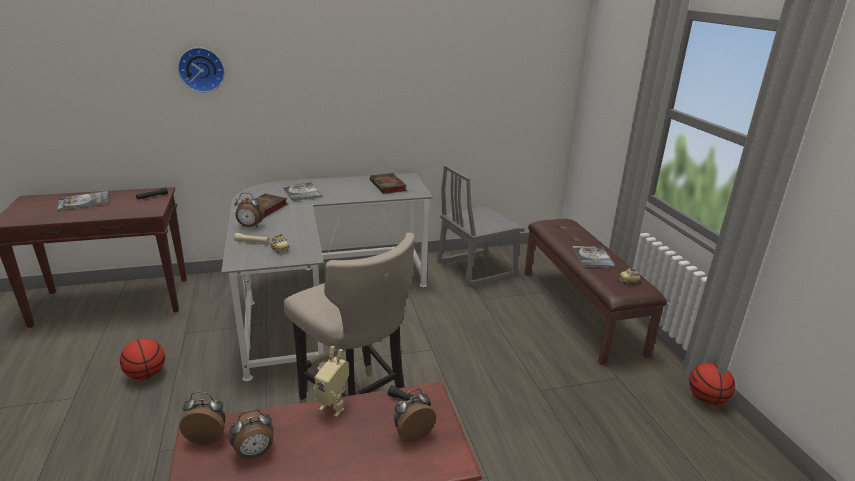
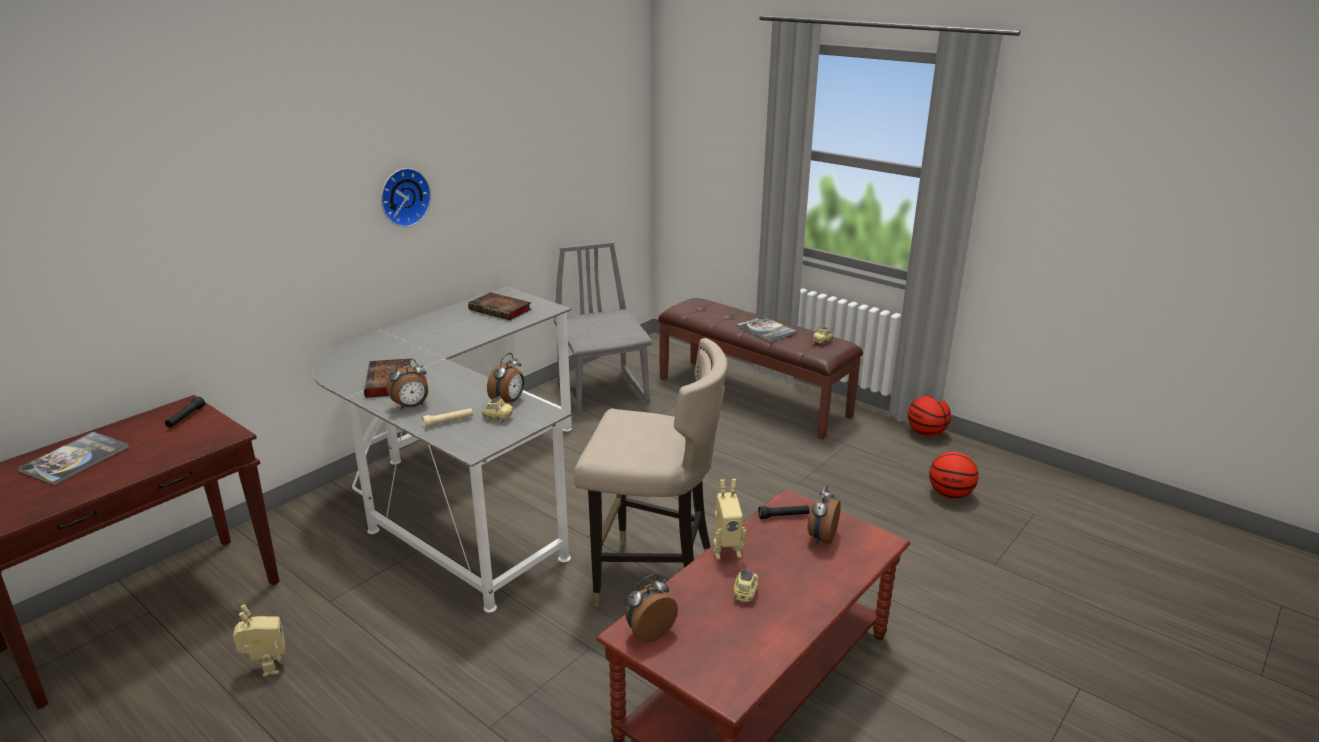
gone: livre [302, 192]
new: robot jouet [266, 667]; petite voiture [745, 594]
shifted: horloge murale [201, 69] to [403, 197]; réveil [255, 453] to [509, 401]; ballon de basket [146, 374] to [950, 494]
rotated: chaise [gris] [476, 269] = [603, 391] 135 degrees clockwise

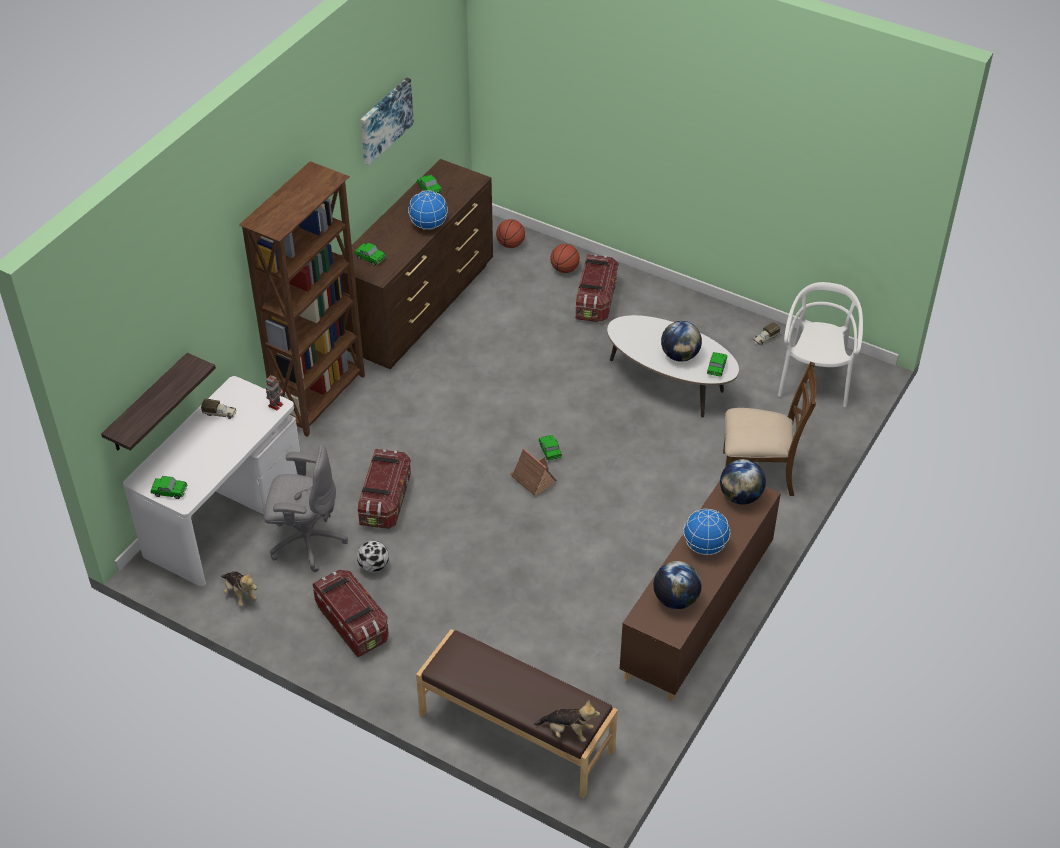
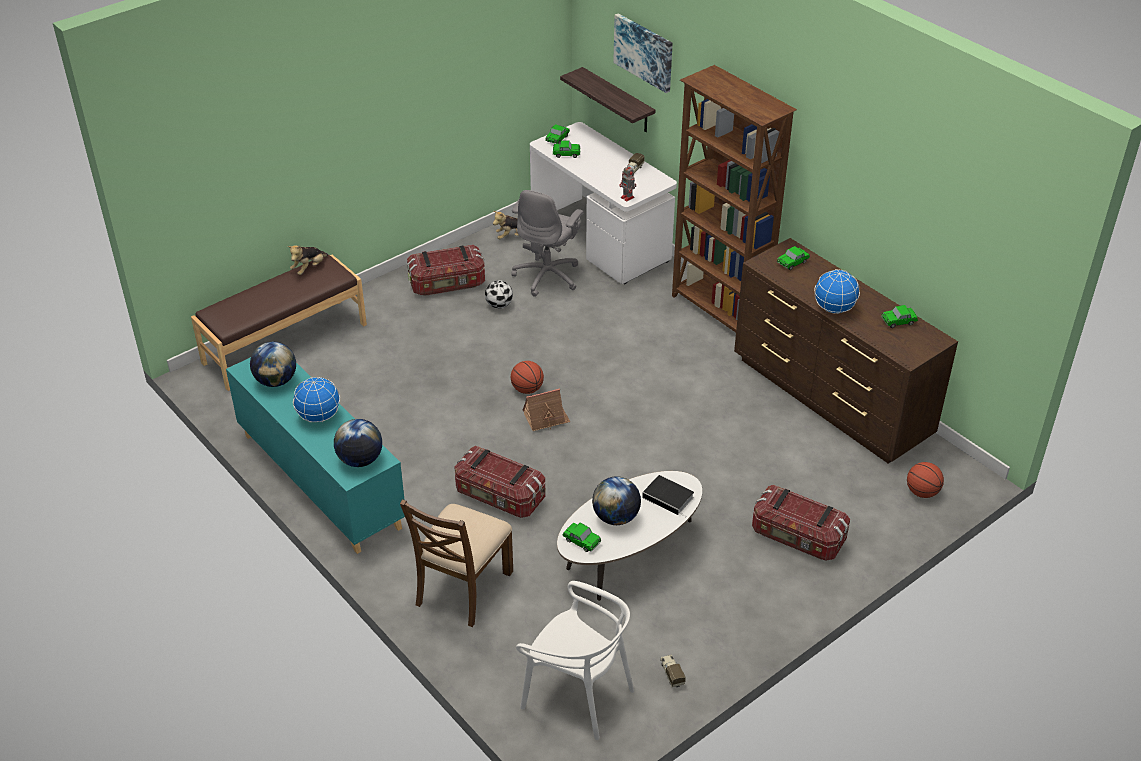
new: livre [669, 498]
shifted: peluche [567, 731] to [309, 268]; boîte de rangement [385, 501] to [499, 497]; ballon de basket [564, 269] to [527, 389]; petite voiture [550, 451] to [566, 154]; tableau [385, 120] to [644, 52]
repainted: meuble de rangement [marron] [697, 614] to meuble de rangement [turquoise] [320, 480]

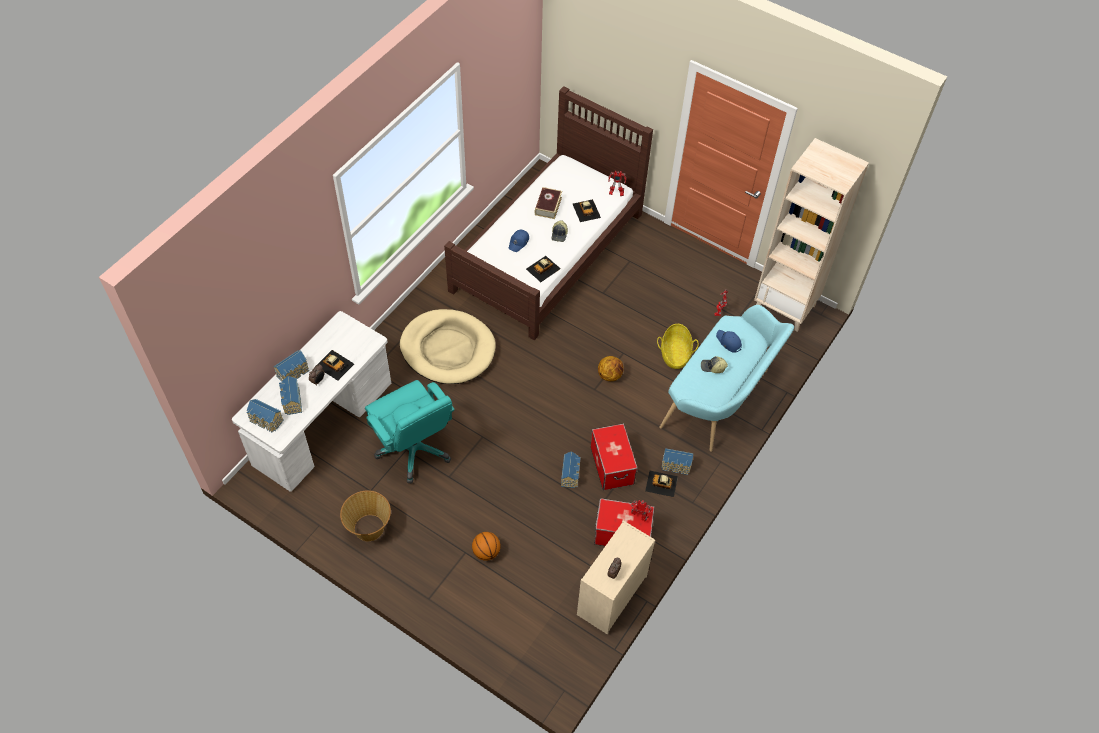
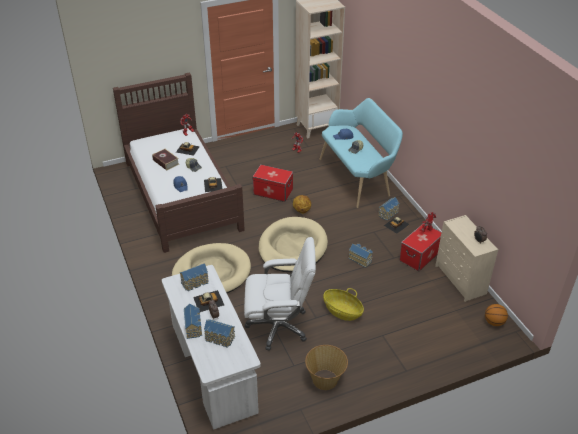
new: panier pour chien [beige] [292, 247]
shifted: maison miniature [266, 421] to [195, 283]; boîte de rangement [612, 465] to [273, 191]; panier [675, 354] to [342, 311]; ballon de basket [486, 552] to [494, 322]
repainted: chaise de bureau [turquoise] [414, 449] to chaise de bureau [blanc] [279, 326]

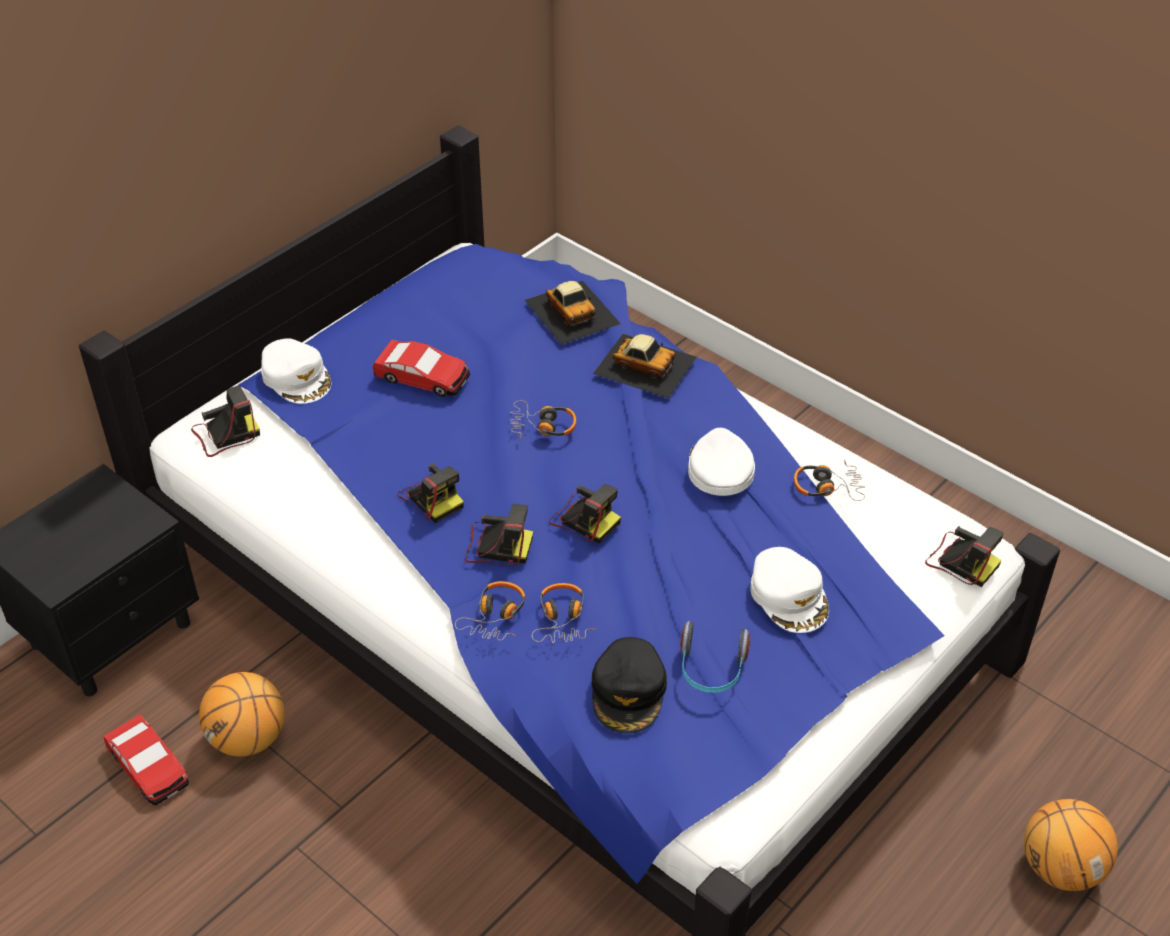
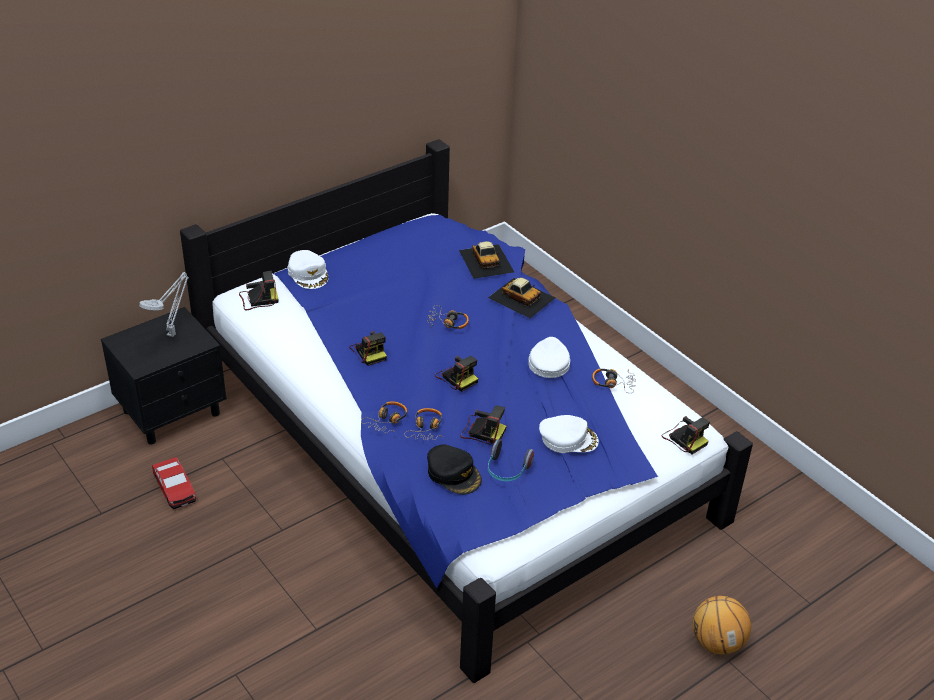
gone: ballon de basket [248, 739]; petite voiture [422, 377]
new: lampe de table [gris] [172, 334]
shifted: appareil photo [496, 546] to [482, 431]
rotated: casquette [noir] [629, 691] = [454, 473] 60 degrees counterclockwise; casquette [blanc] [789, 596] = [568, 438] 75 degrees counterclockwise

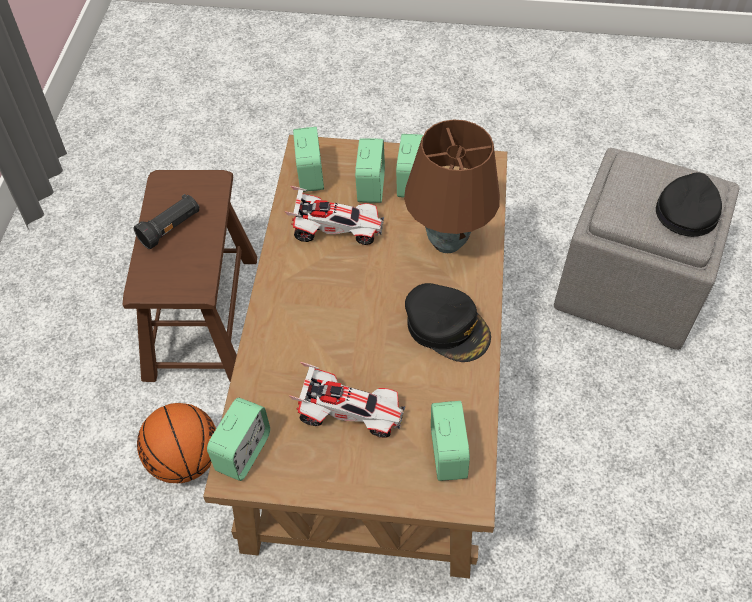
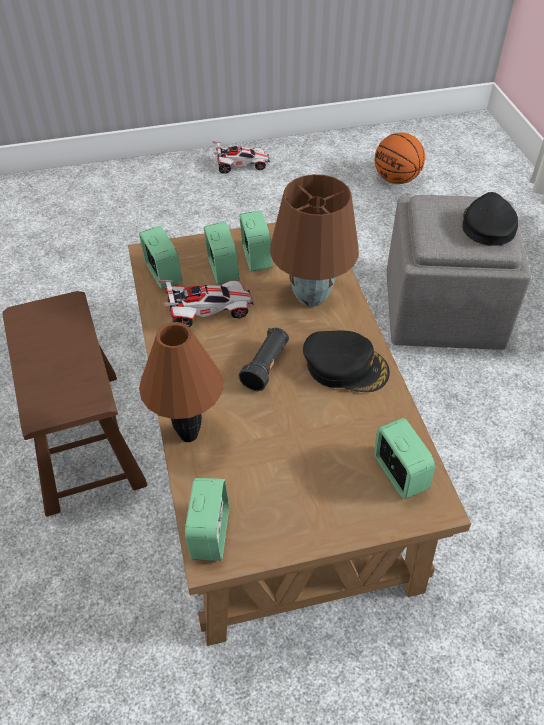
new: lampe de table [marron] [189, 434]
shifted: petite voiture [349, 413] to [241, 166]; lampe de poche [noir] [171, 228] to [266, 366]; ballon de basket [185, 460] to [396, 179]

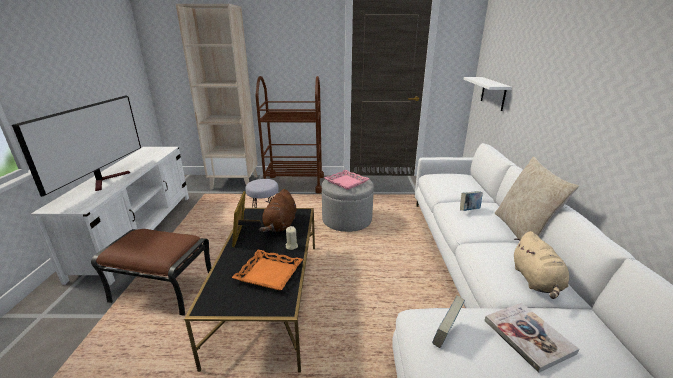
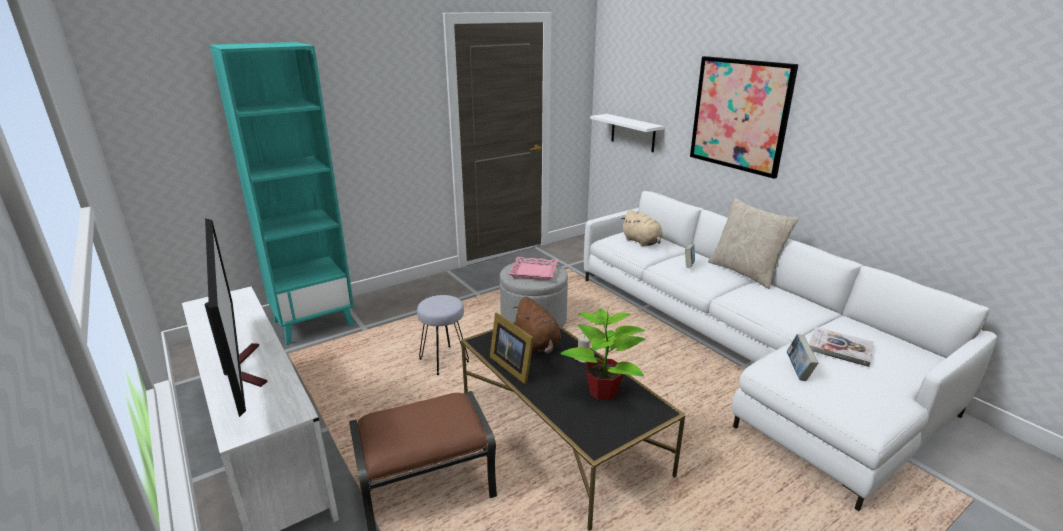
gone: chariot [marron] [294, 184]
new: tableau [739, 115]
shifted: peluche [beige] [536, 281] to [642, 242]
swapped: plateau [orange] [269, 274] to plante en pot [604, 391]
repainted: bibliothèque [beige] [235, 182] to bibliothèque [turquoise] [314, 322]

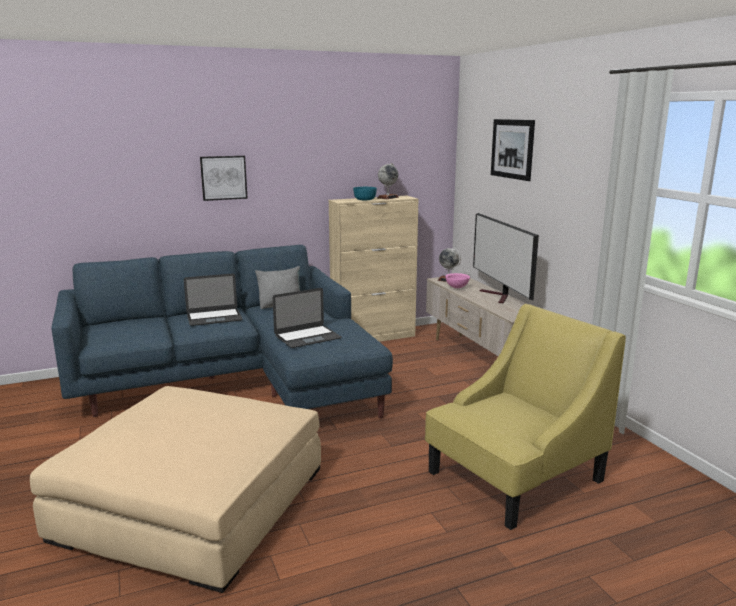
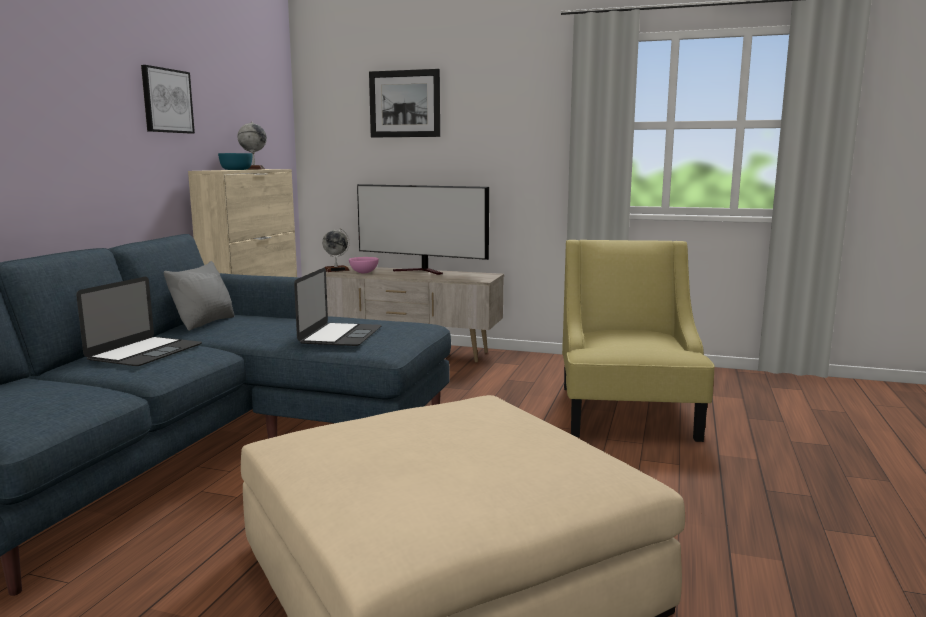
shifted: tableau [223, 177] to [166, 101]

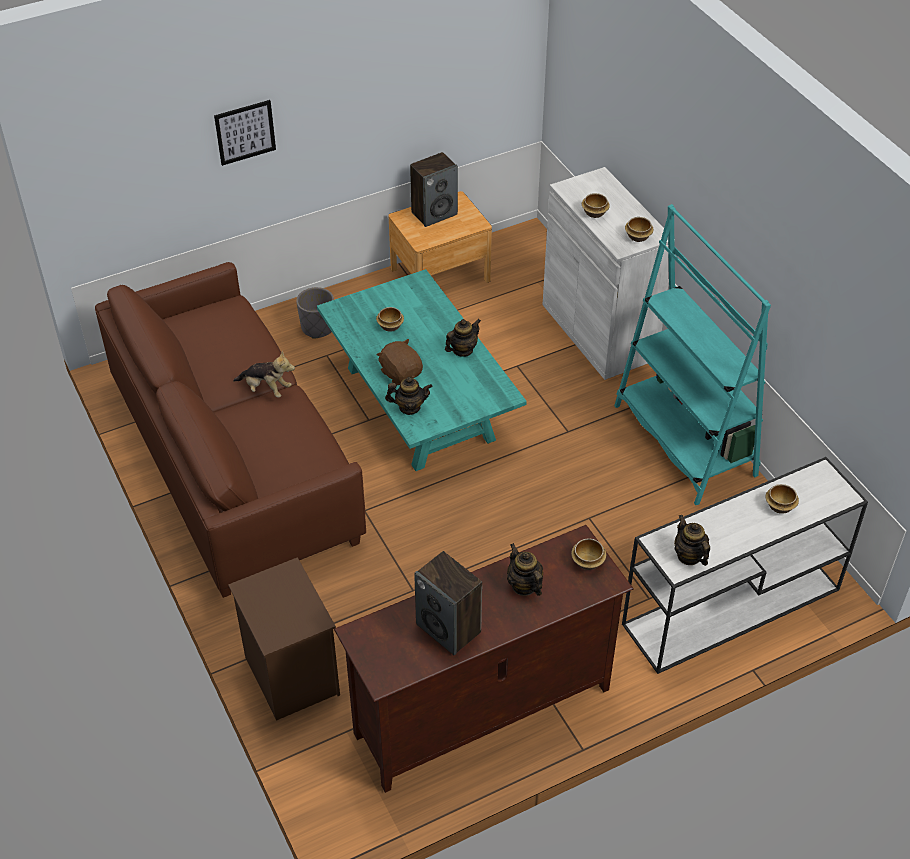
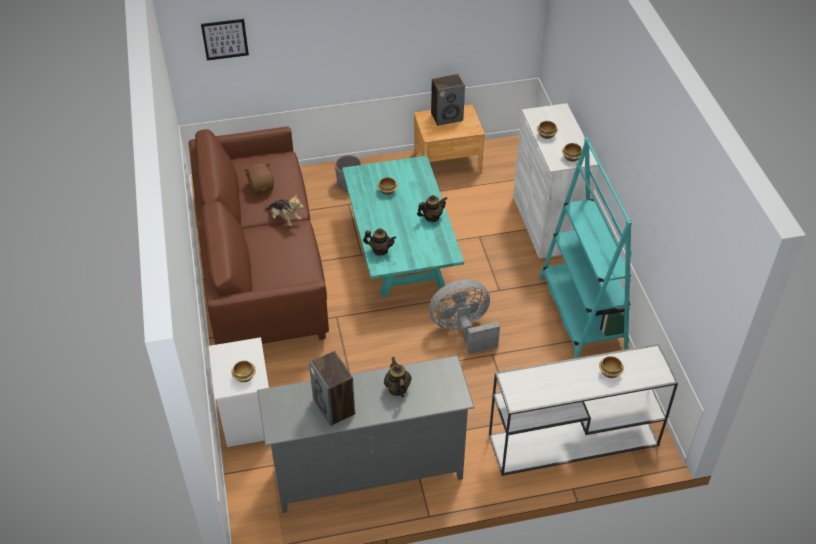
gone: théière [689, 556]
new: ventilateur [gris] [463, 330]
shifted: tableau [245, 132] to [225, 39]; bol [588, 562] to [245, 377]; peluche [marron] [401, 373] to [261, 186]
repainted: table de chevet [marron] [289, 674] to table de chevet [blanc] [247, 418]; meuble télé [marron] [482, 712] to meuble télé [gris] [368, 474]

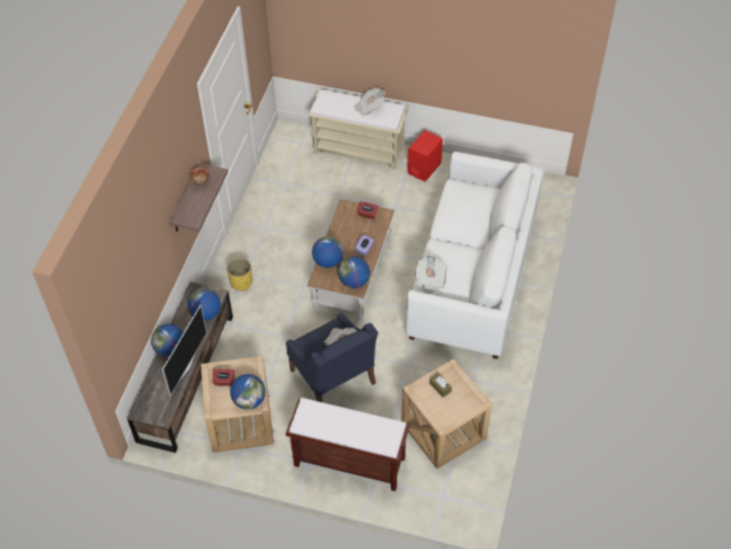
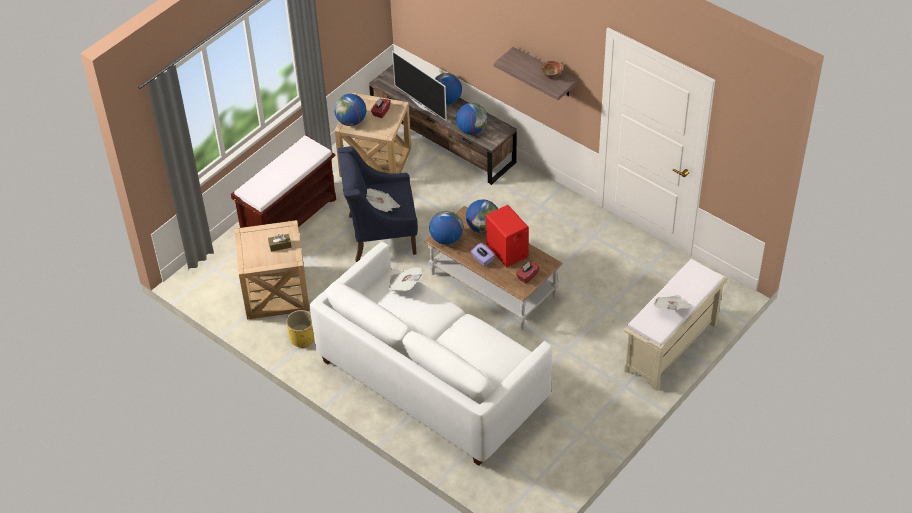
shifted: cache-pot [jaune] [241, 282] to [302, 338]; enceinte [rouge] [424, 168] to [507, 251]

